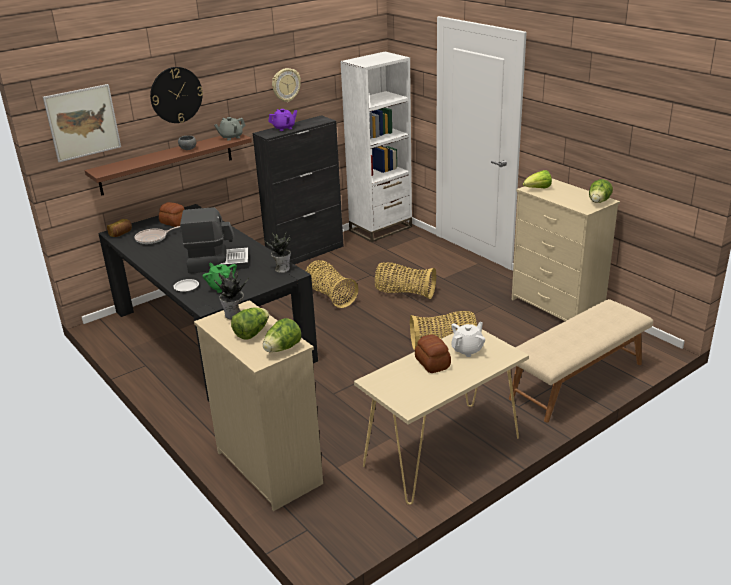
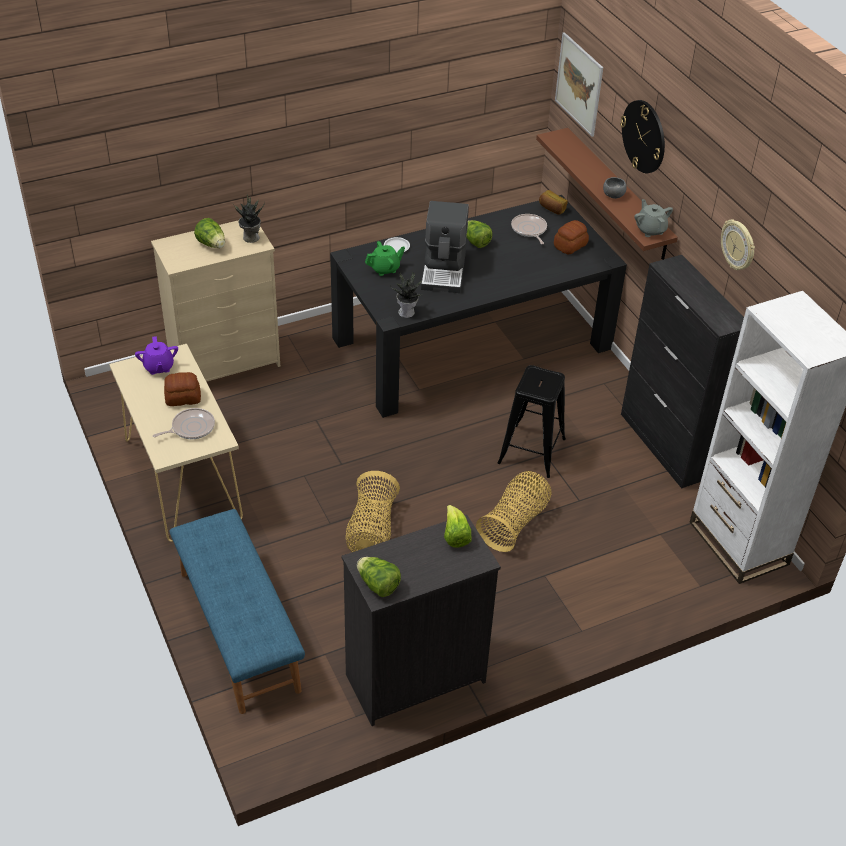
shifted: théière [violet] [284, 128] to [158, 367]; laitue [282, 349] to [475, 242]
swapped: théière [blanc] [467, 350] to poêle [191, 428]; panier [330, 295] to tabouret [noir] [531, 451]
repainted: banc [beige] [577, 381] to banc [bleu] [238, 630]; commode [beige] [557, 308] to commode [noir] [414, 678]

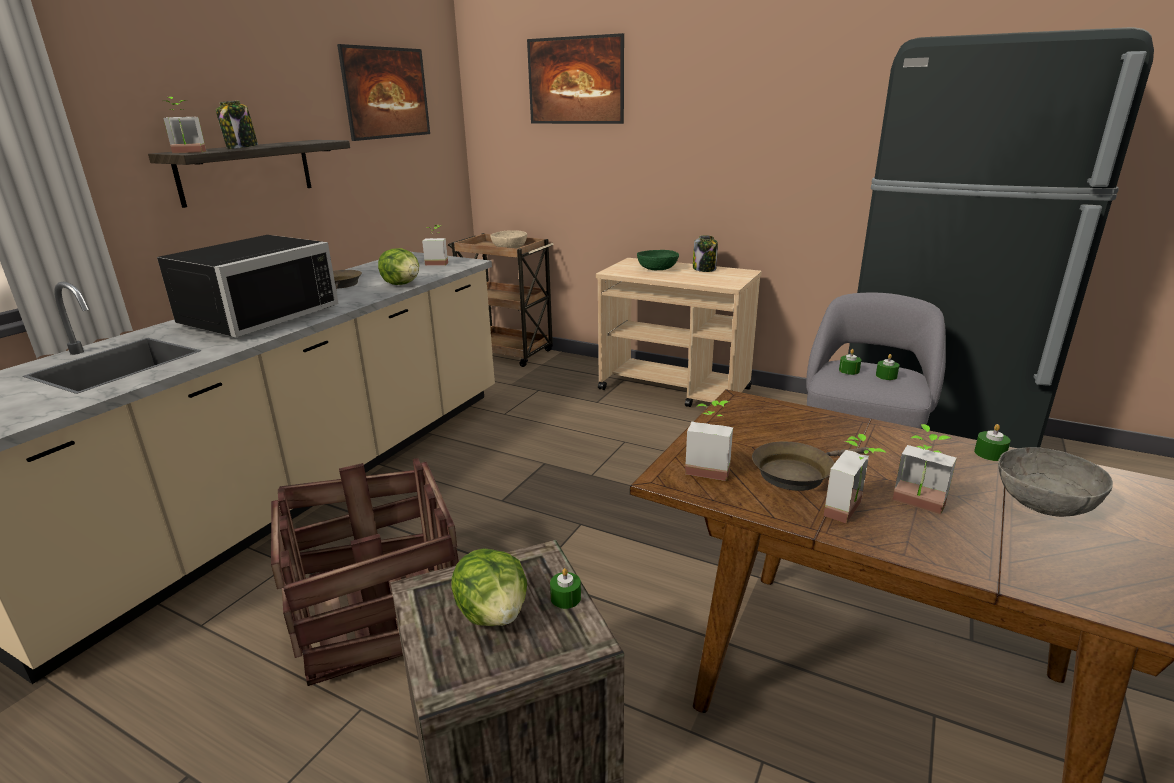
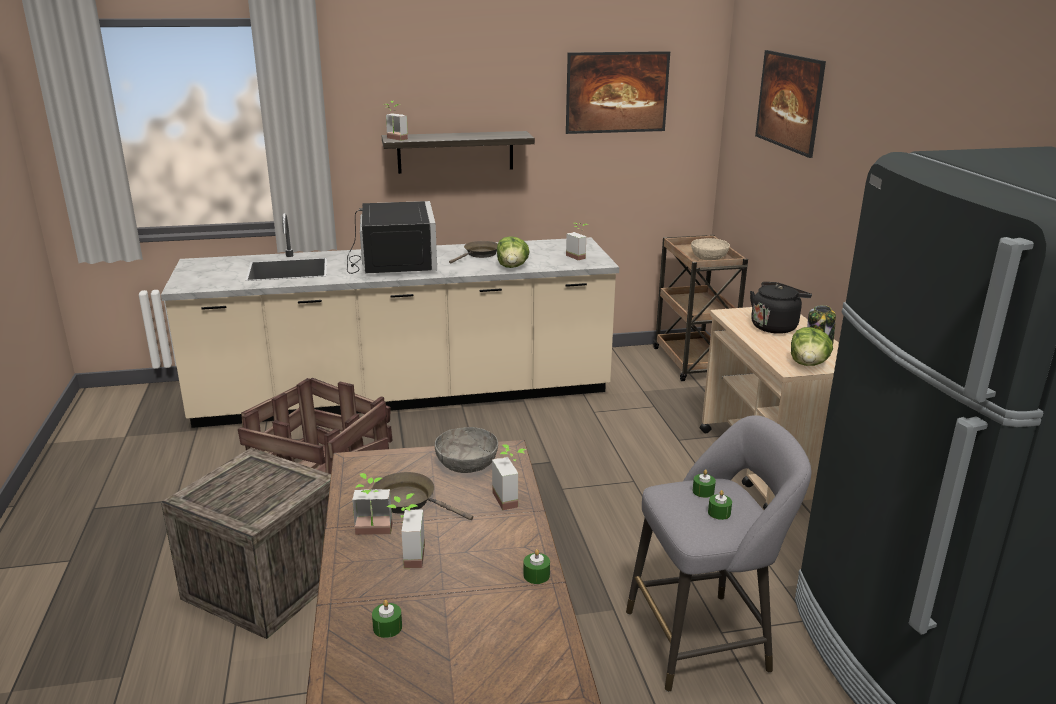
gone: bocal [242, 147]
shifted: bougie [vert] [565, 598] to [387, 627]; bol [gris] [1044, 502] to [466, 464]; plante en pot [709, 468] to [511, 498]; laitue [493, 613] to [808, 364]
swapped: bol [vert] [657, 269] to bouilloire [noir] [775, 326]
rotated: micro-ondes [noir] [255, 315] = [392, 261] 90 degrees counterclockwise

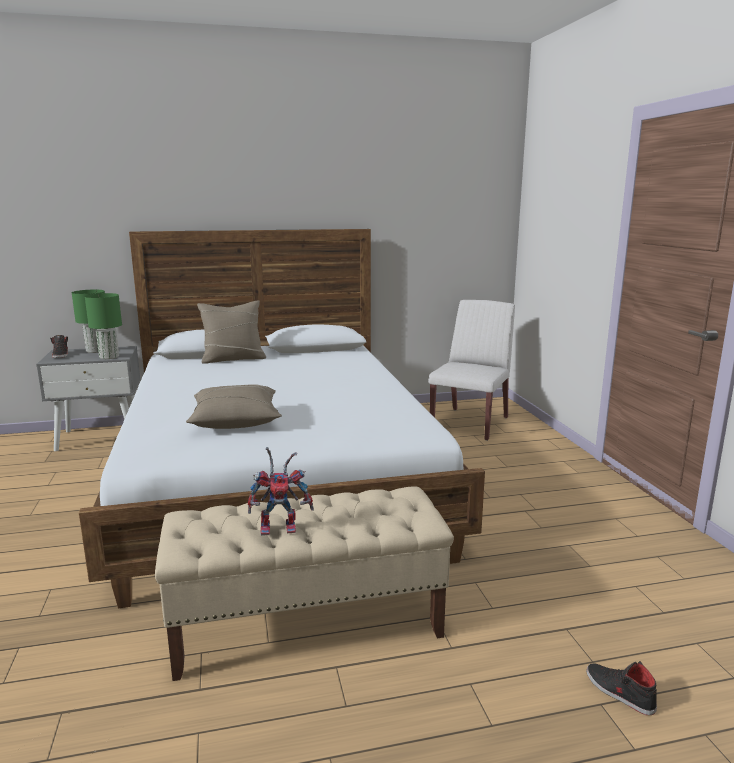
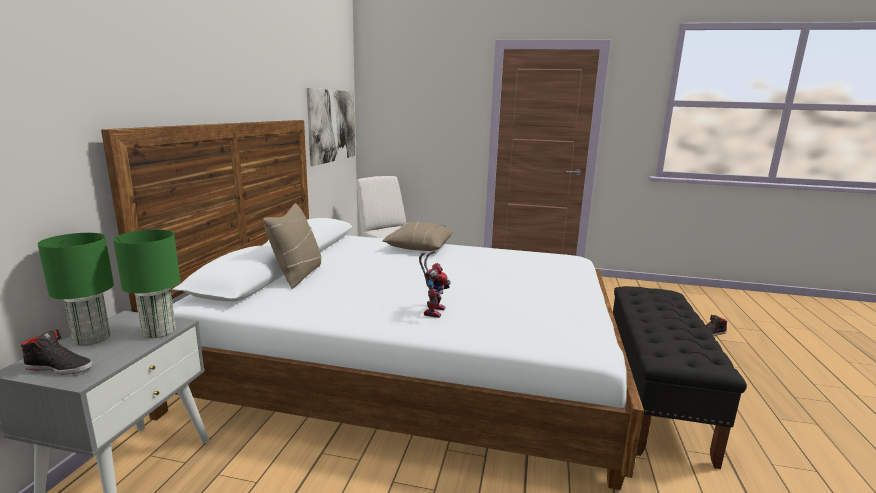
new: tableau [332, 125]
shifted: coussin [beige] [235, 420] to [419, 247]; robot jouet [281, 527] to [433, 310]
repainted: banc [beige] [308, 625] to banc [noir] [653, 398]

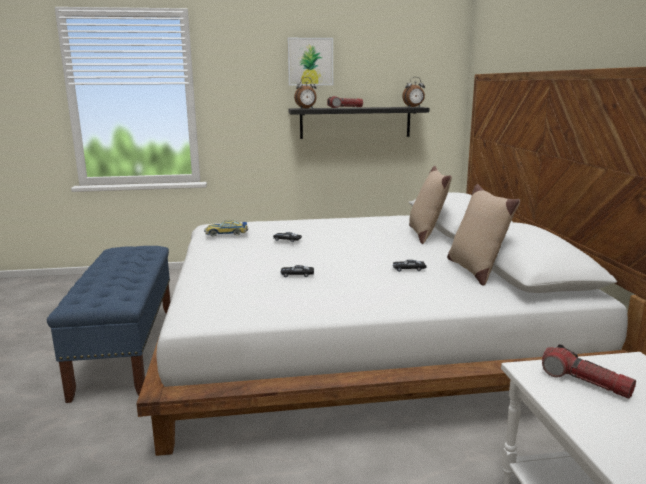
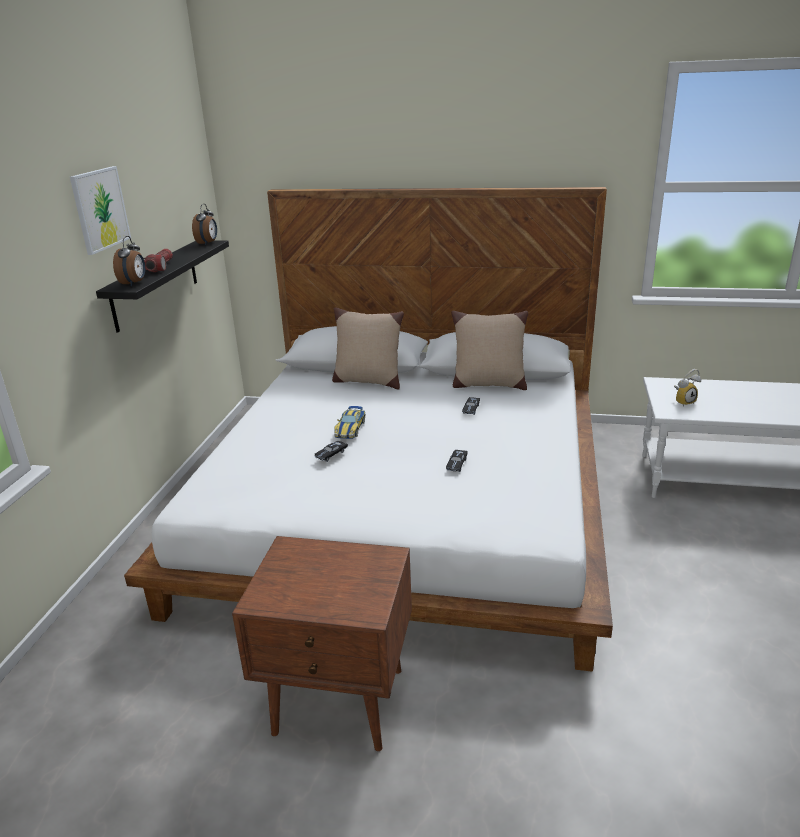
shifted: petite voiture [226, 233] to [350, 428]
swapped: banc [bleu] [127, 350] to table de chevet [marron] [341, 702]; lampe de poche [585, 382] to réveil [683, 402]

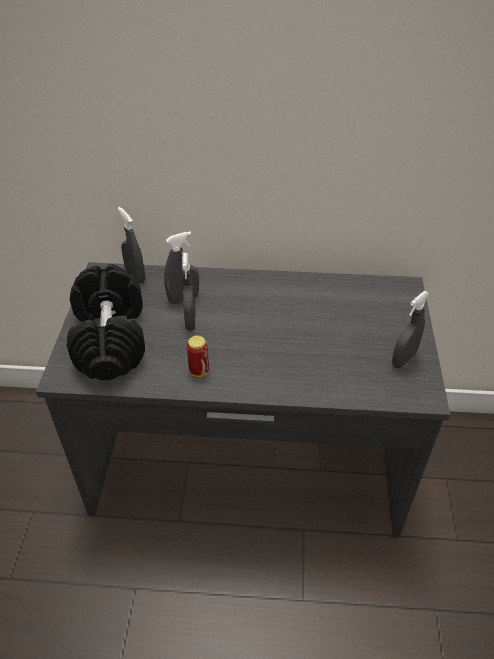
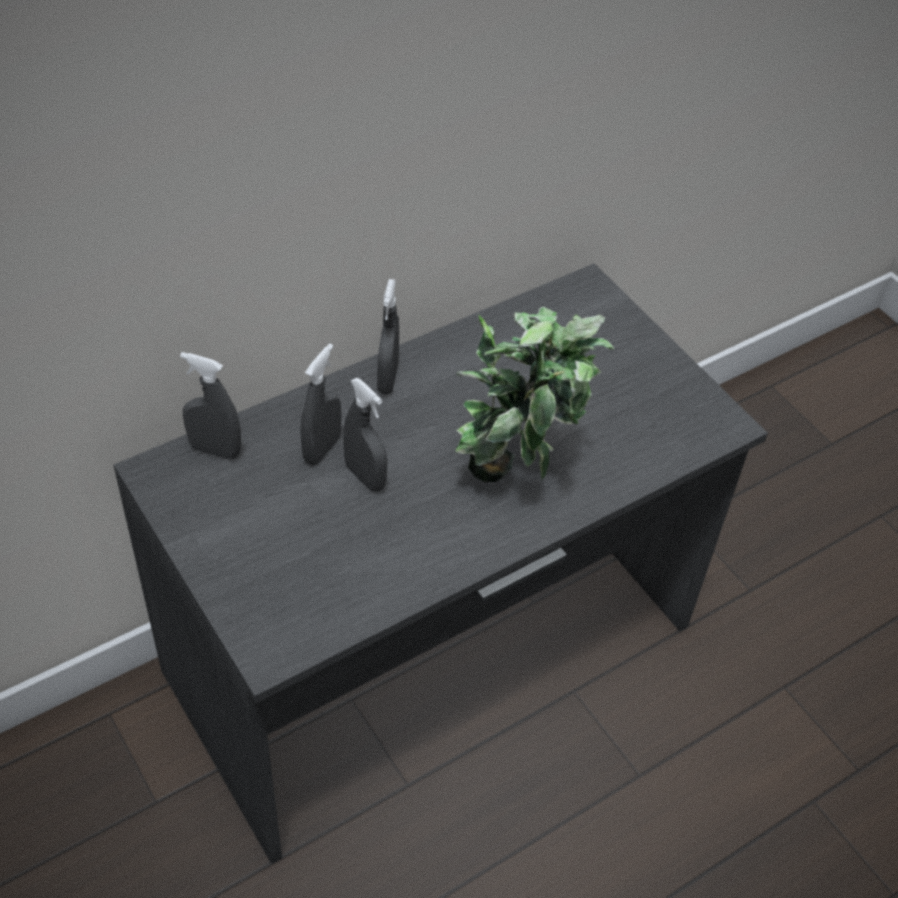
gone: haltère [noir] [111, 339]; boîte métallique [199, 371]
new: plante en pot [517, 473]
shifted: vaporisateur [gris] [403, 359] to [387, 379]

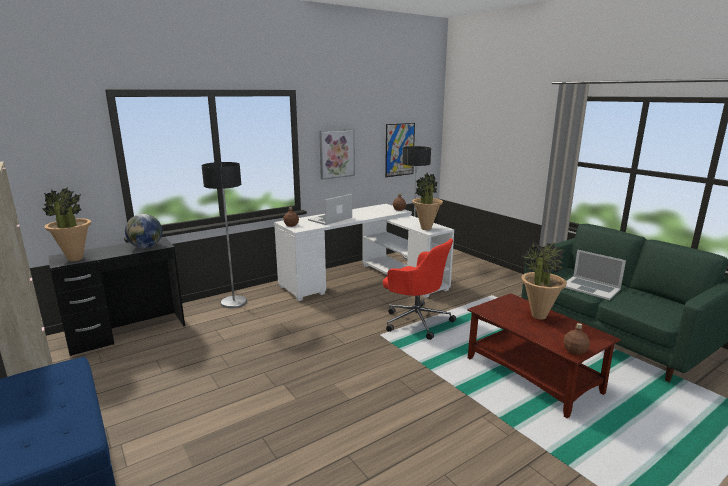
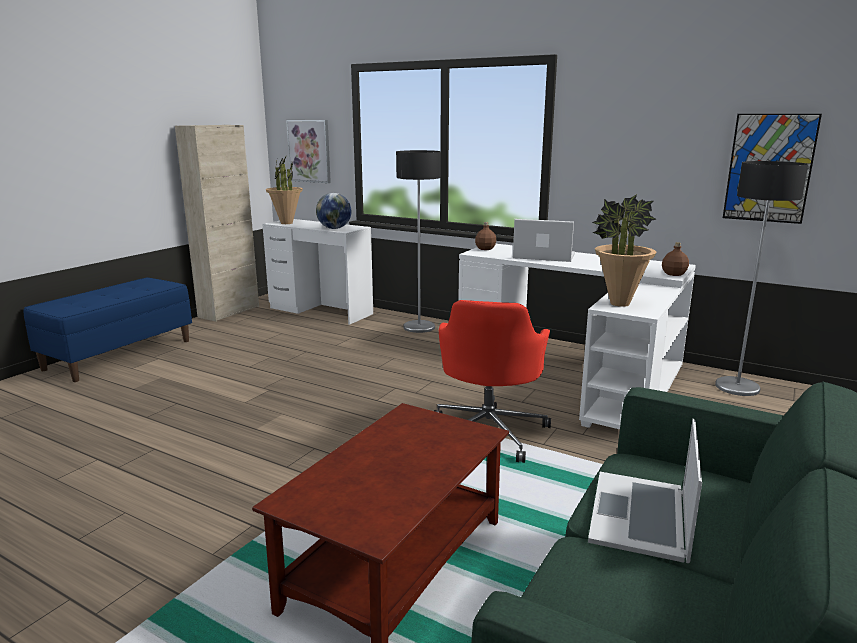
gone: plante en pot [538, 316]; bouteille [marron] [575, 351]
shifted: tableau [336, 154] to [309, 151]
repainted: bureau [noir] [128, 332] to bureau [blanc] [321, 311]

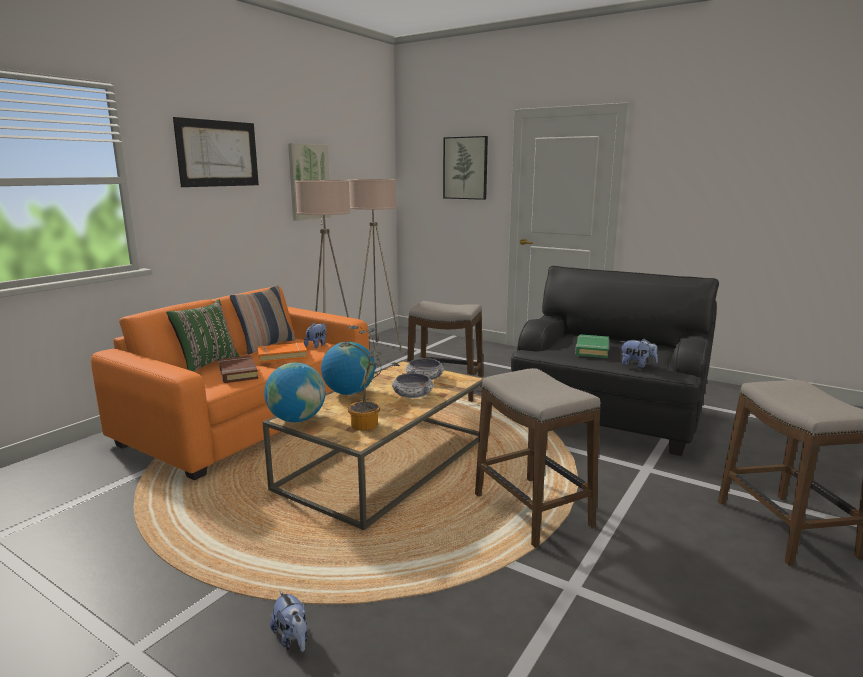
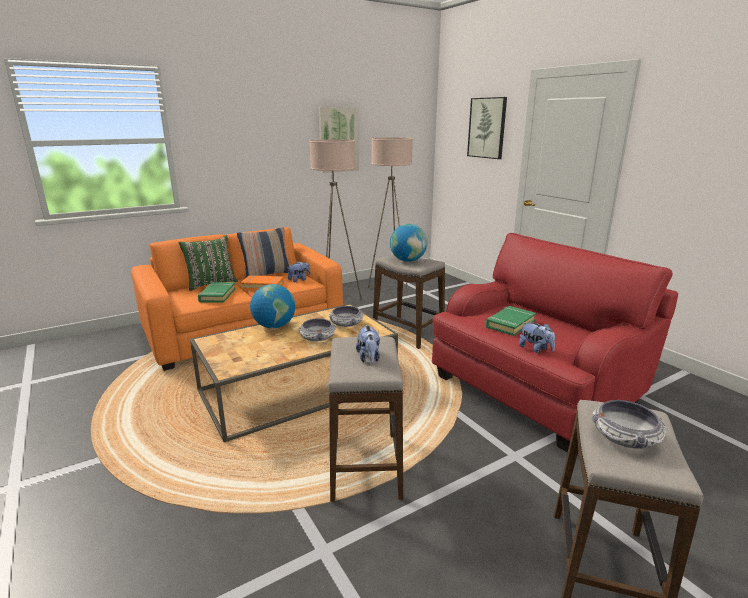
gone: tableau [218, 153]; plante en pot [368, 425]
new: bol [624, 437]
shifted: peluche [292, 638] to [369, 358]; globe [297, 419] to [408, 260]
repainted: livre [marron] [238, 373] to livre [vert] [217, 295]; fauteuil [noir] [609, 414] to fauteuil [rouge] [536, 389]

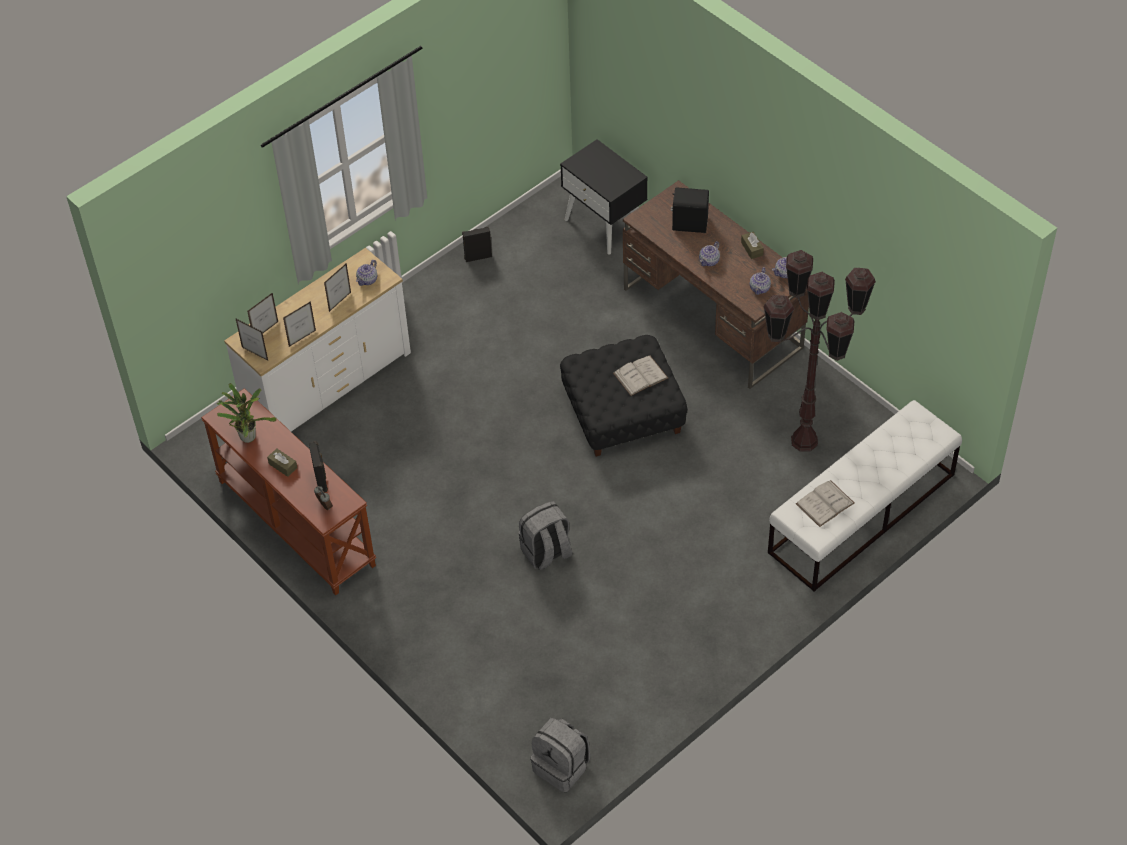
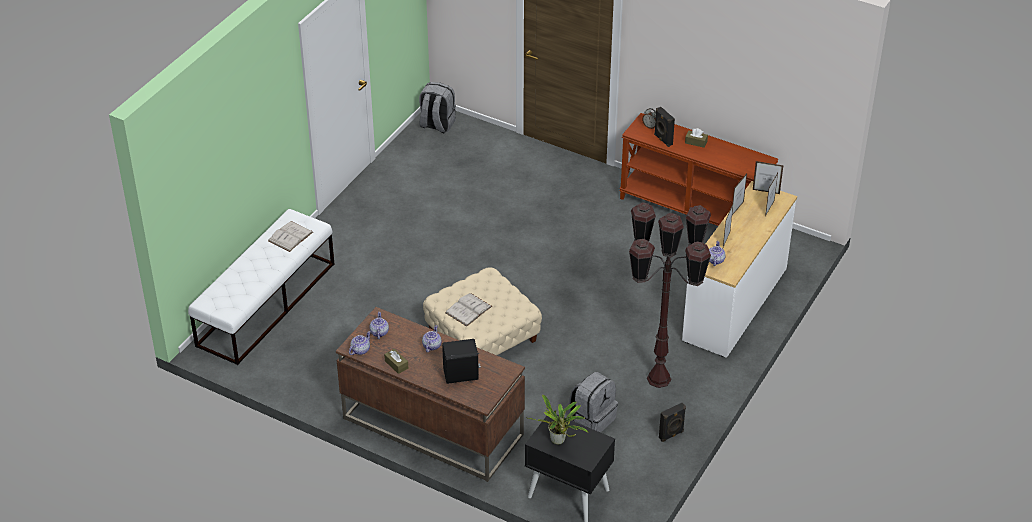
shifted: plante en pot [247, 435] to [559, 441]; sac à dos [gris] [546, 553] to [592, 419]; lampadaire [marron] [803, 440] to [659, 379]
repainted: pouf [noir] [622, 411] to pouf [beige] [483, 335]

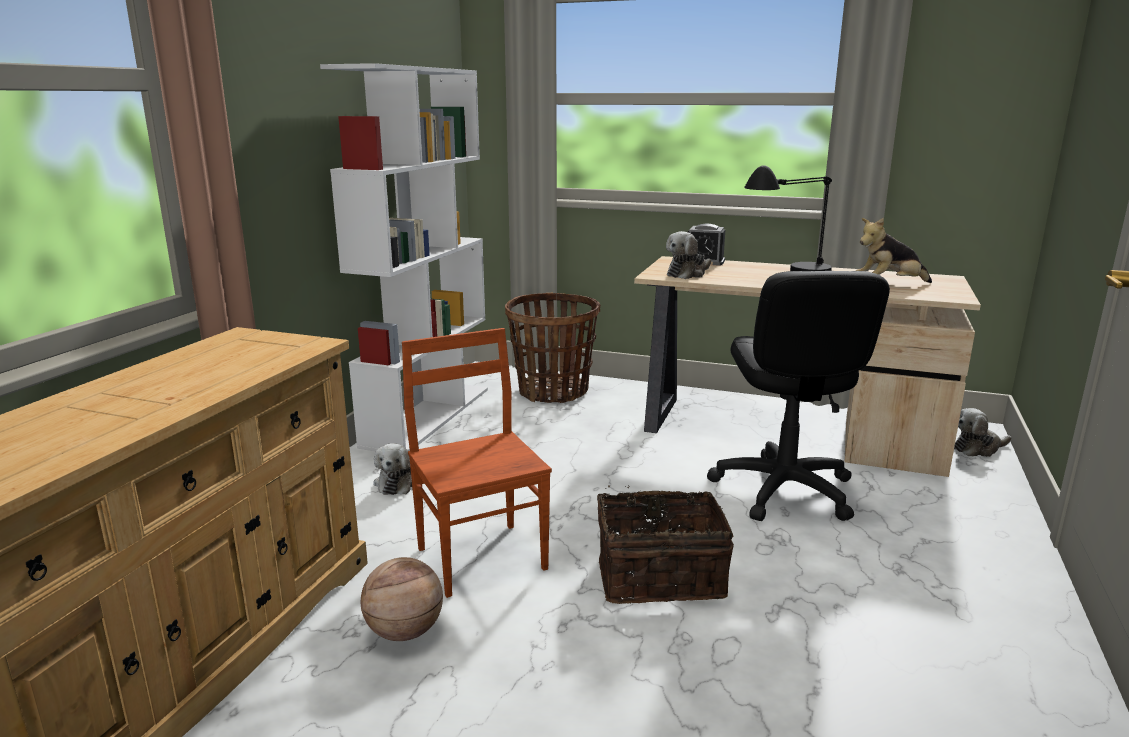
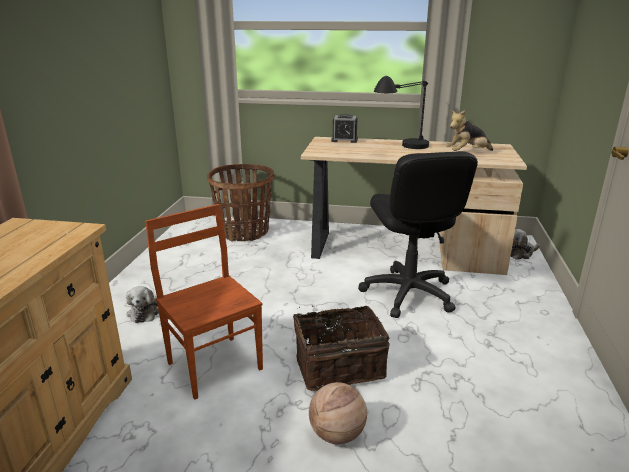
gone: bibliothèque [blanc] [427, 416]; peluche [688, 274]
shifted: ballon de basket [405, 632] to [337, 434]

